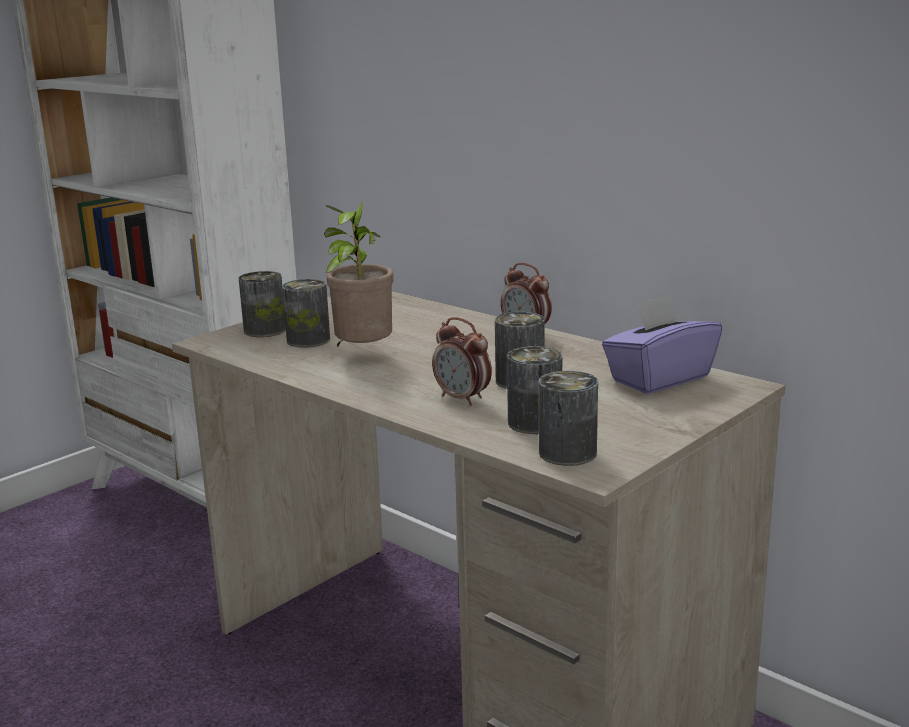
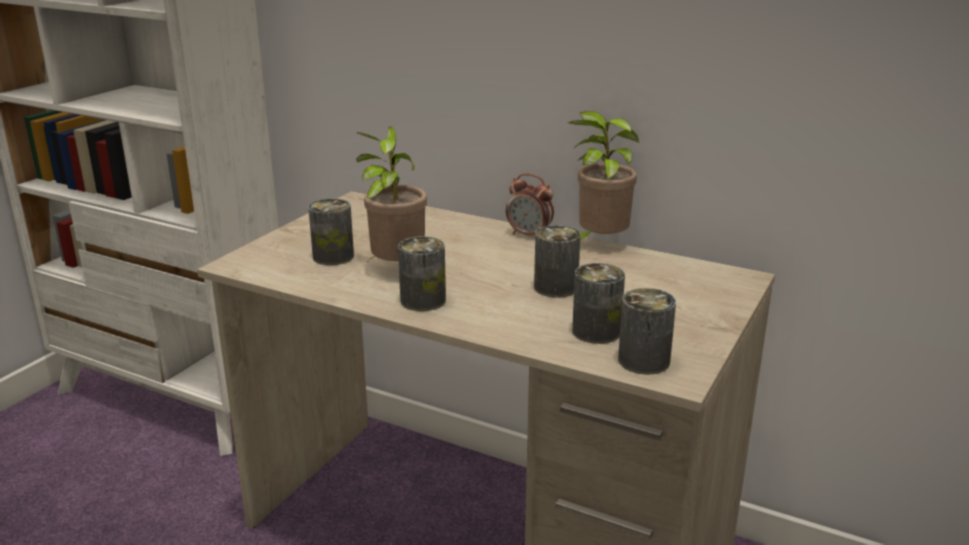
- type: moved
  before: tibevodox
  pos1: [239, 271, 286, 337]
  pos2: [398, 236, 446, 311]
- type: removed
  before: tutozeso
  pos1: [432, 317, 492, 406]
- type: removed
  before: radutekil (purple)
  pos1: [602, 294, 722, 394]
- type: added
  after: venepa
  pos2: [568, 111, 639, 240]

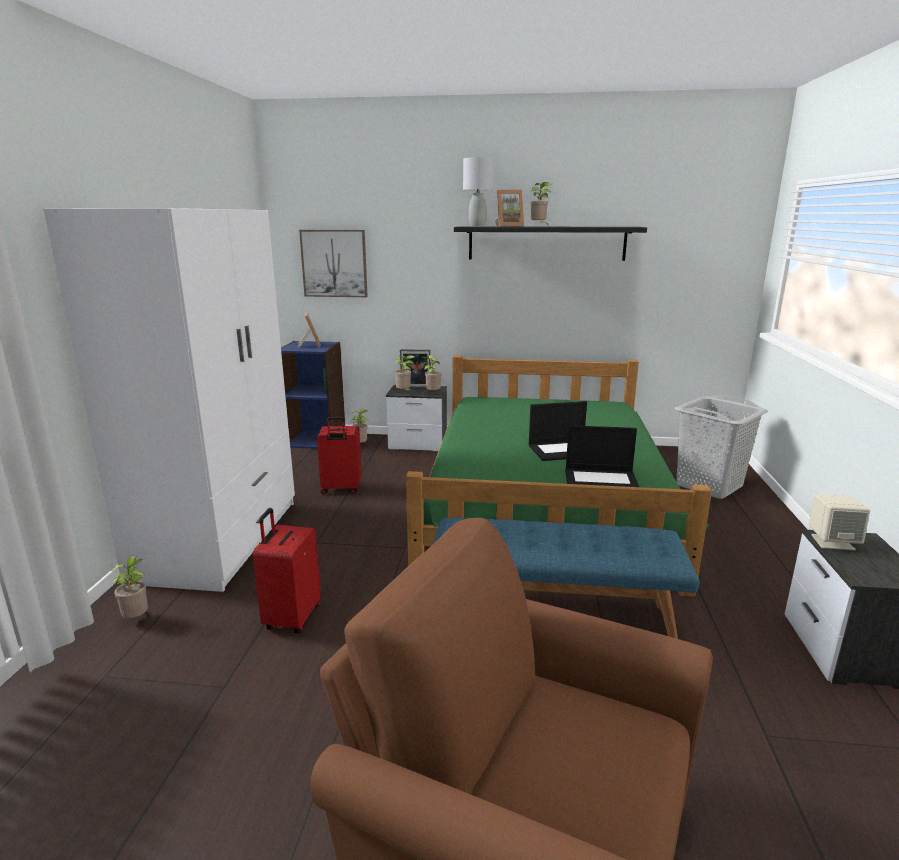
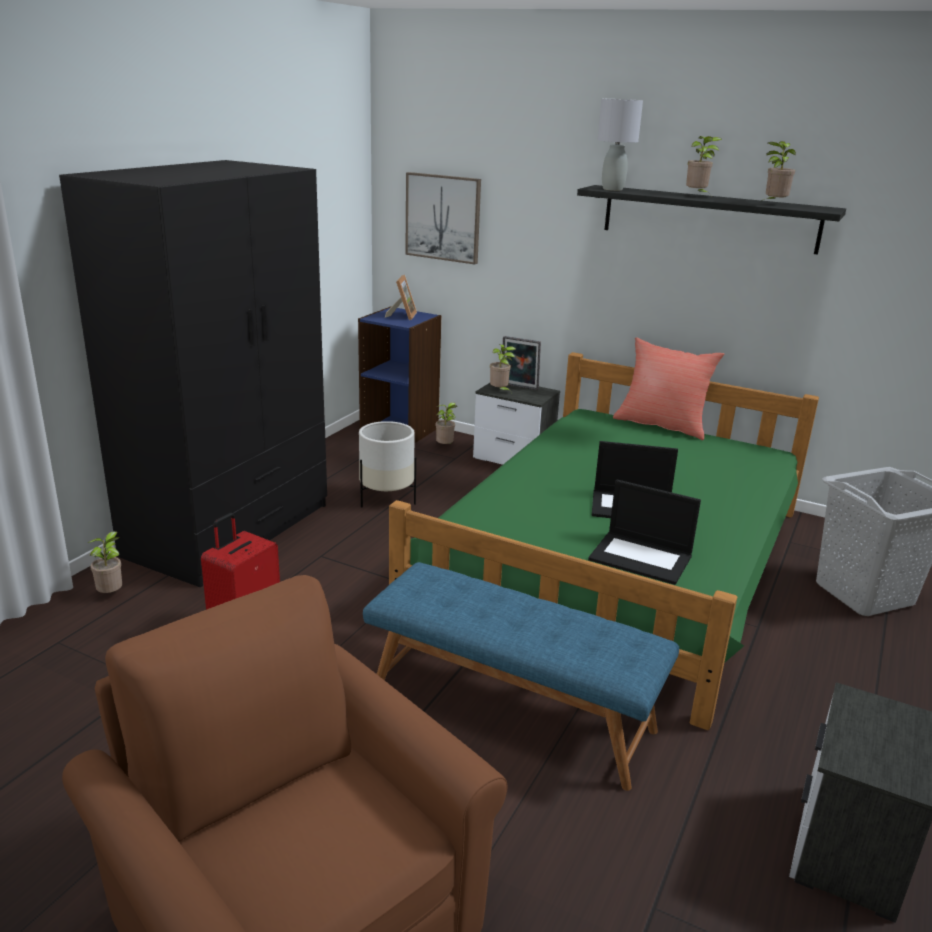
- type: recoloured
  before: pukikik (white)
  after: pukikik (black)
  pos1: [43, 208, 295, 592]
  pos2: [59, 160, 327, 587]
- type: replaced
  before: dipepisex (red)
  after: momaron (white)
  pos1: [317, 417, 362, 494]
  pos2: [359, 421, 416, 508]
- type: moved
  before: venepa
  pos1: [422, 355, 442, 391]
  pos2: [761, 141, 796, 201]
- type: removed
  before: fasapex
  pos1: [495, 190, 524, 227]
- type: removed
  before: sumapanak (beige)
  pos1: [809, 494, 870, 550]
- type: added
  after: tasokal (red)
  pos2: [613, 337, 724, 440]

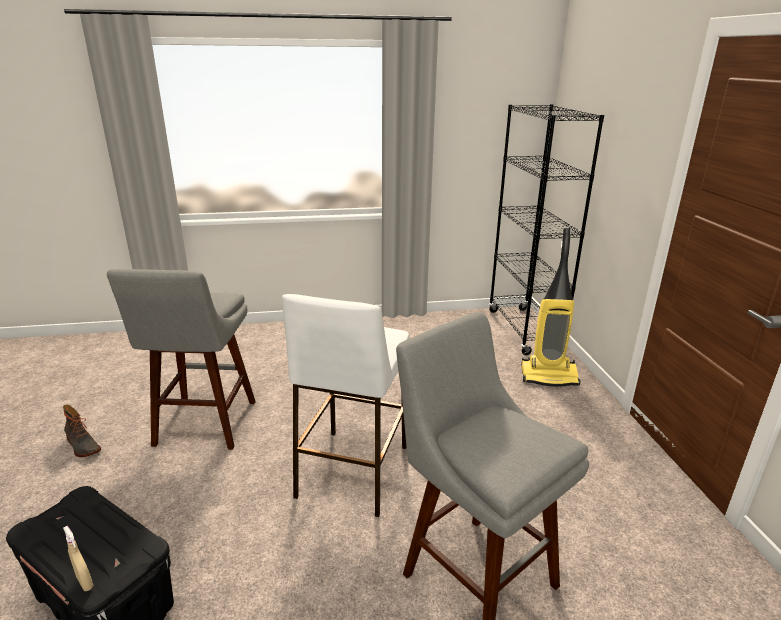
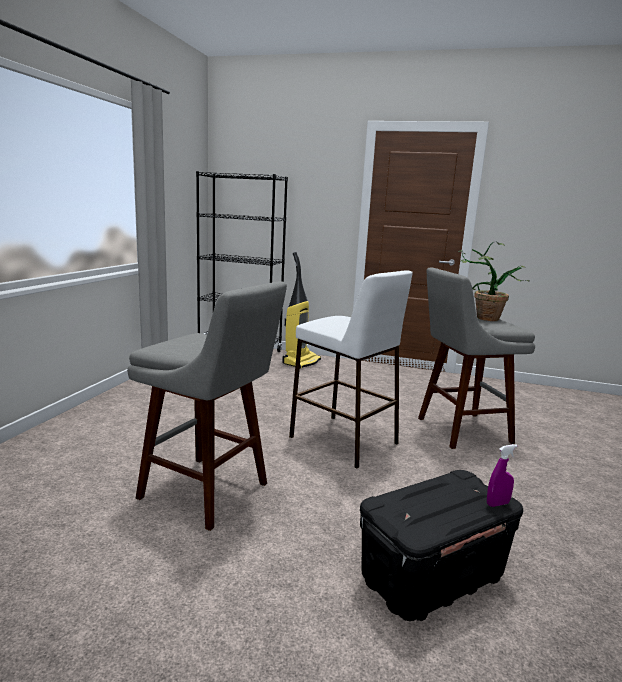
- type: removed
  before: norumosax
  pos1: [63, 405, 101, 457]
- type: recoloured
  before: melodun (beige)
  after: melodun (purple)
  pos1: [63, 526, 94, 591]
  pos2: [487, 444, 517, 507]
- type: added
  after: venepa
  pos2: [458, 242, 529, 321]

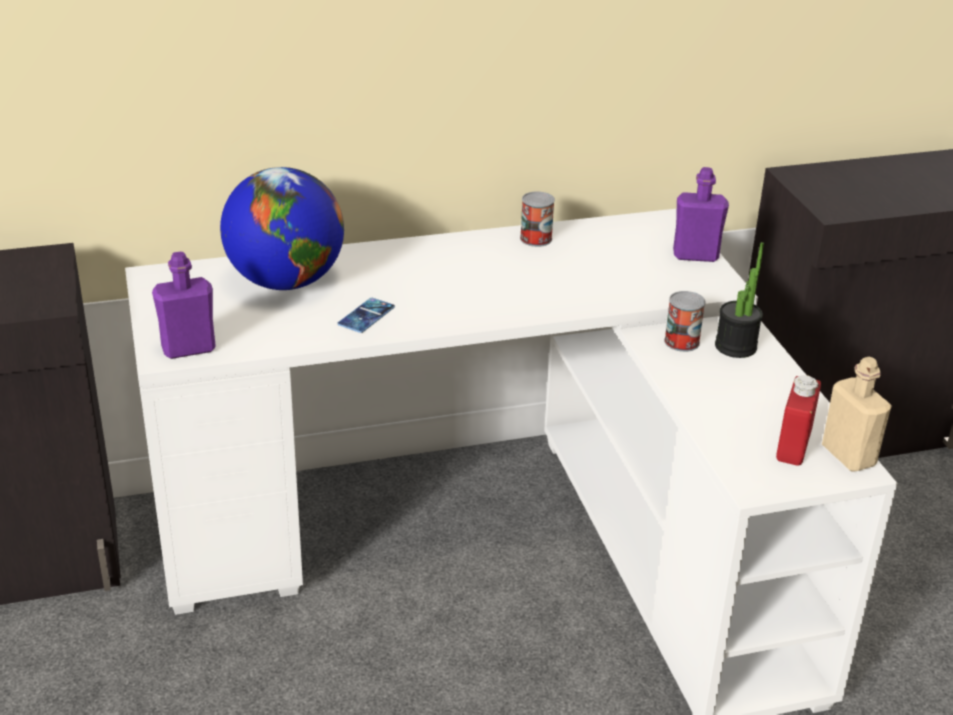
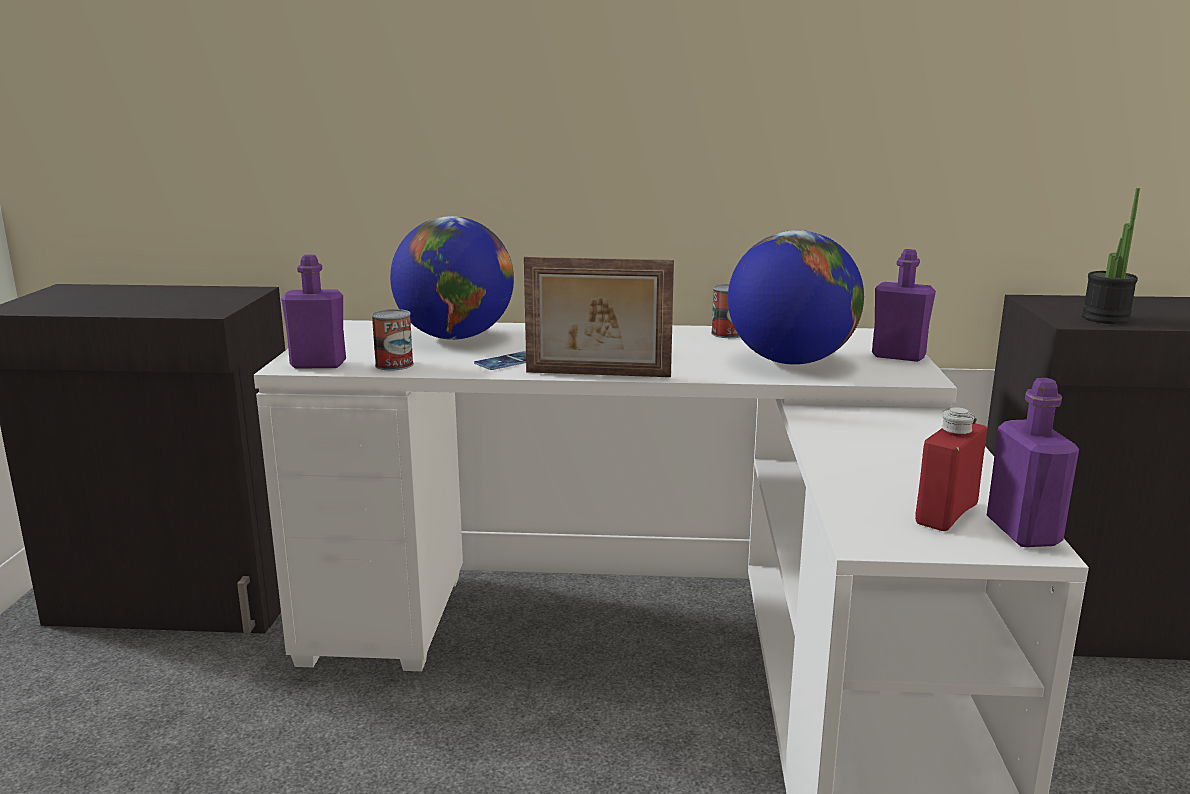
- type: moved
  before: tibevodox
  pos1: [664, 291, 705, 352]
  pos2: [371, 309, 414, 370]
- type: moved
  before: venepa
  pos1: [715, 242, 764, 358]
  pos2: [1082, 188, 1140, 324]
- type: recoloured
  before: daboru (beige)
  after: daboru (purple)
  pos1: [822, 357, 892, 472]
  pos2: [987, 378, 1079, 547]
- type: added
  after: fasapex
  pos2: [524, 257, 674, 377]
- type: added
  after: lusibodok
  pos2: [728, 230, 864, 365]

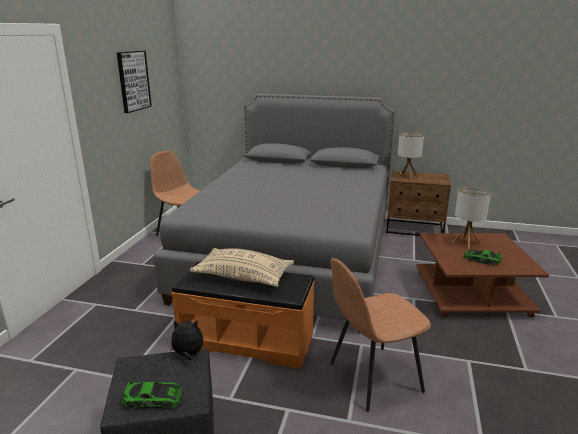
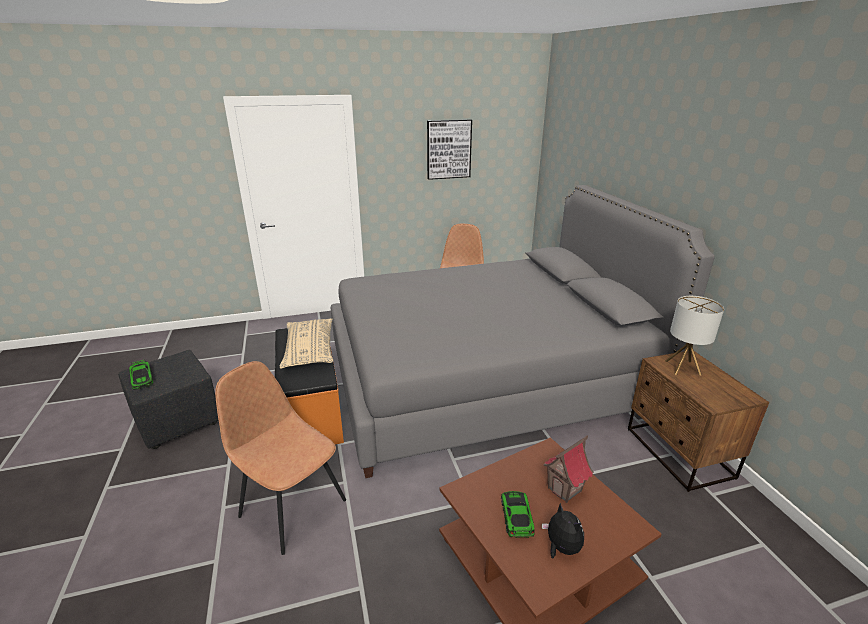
- type: moved
  before: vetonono
  pos1: [167, 320, 203, 360]
  pos2: [542, 503, 584, 559]
- type: replaced
  before: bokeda
  after: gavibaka
  pos1: [453, 187, 491, 249]
  pos2: [543, 435, 594, 503]

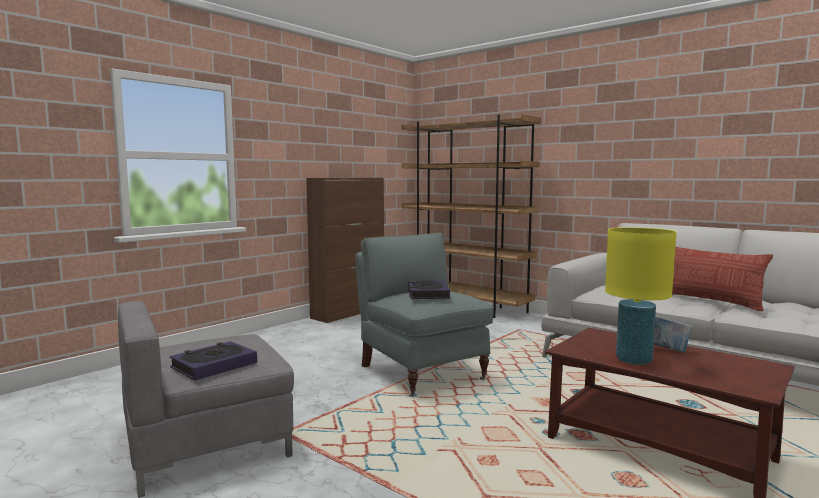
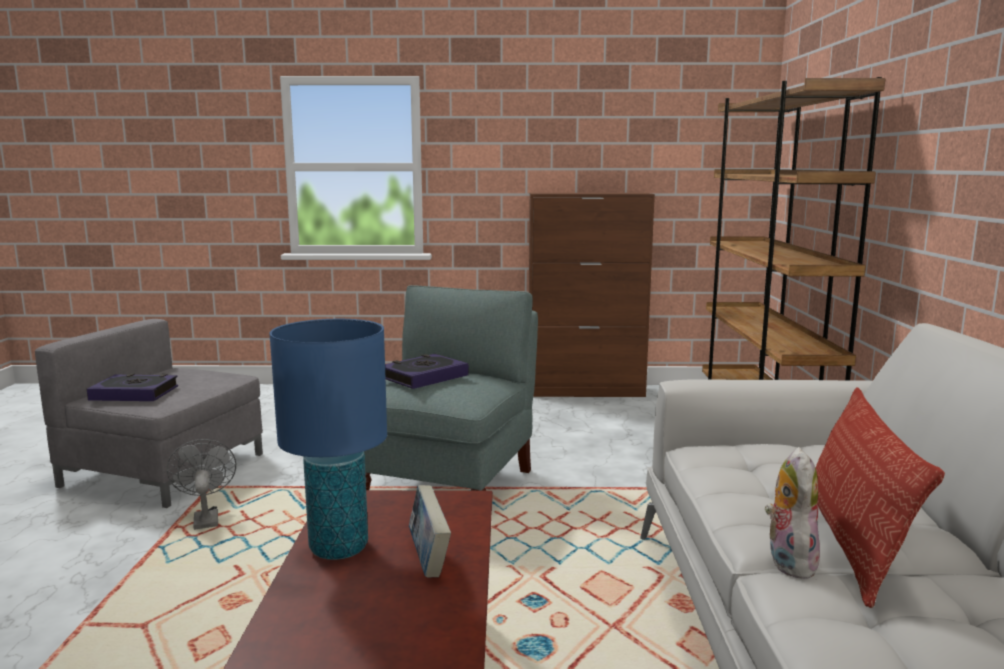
- type: recoloured
  before: bokeda (yellow)
  after: bokeda (blue)
  pos1: [605, 227, 677, 365]
  pos2: [270, 319, 387, 560]
- type: added
  after: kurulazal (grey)
  pos2: [167, 439, 236, 530]
- type: added
  after: vetonono
  pos2: [765, 447, 820, 579]

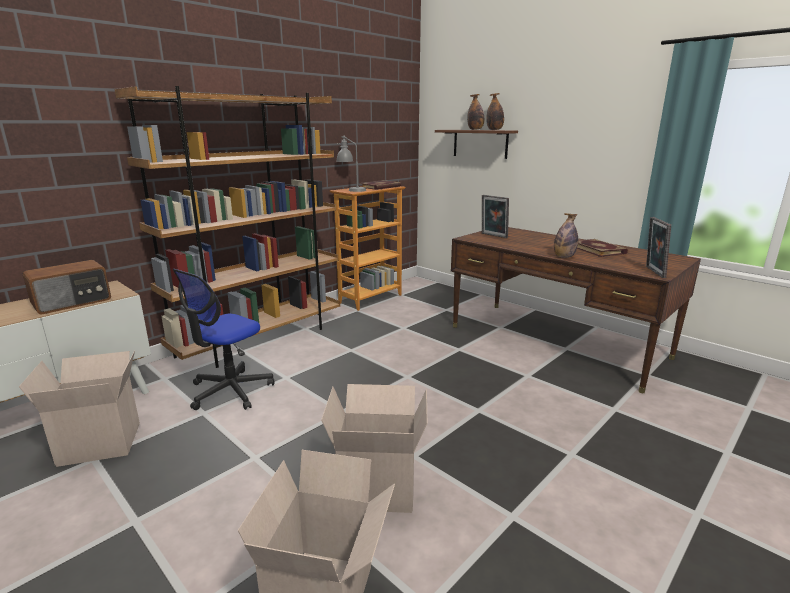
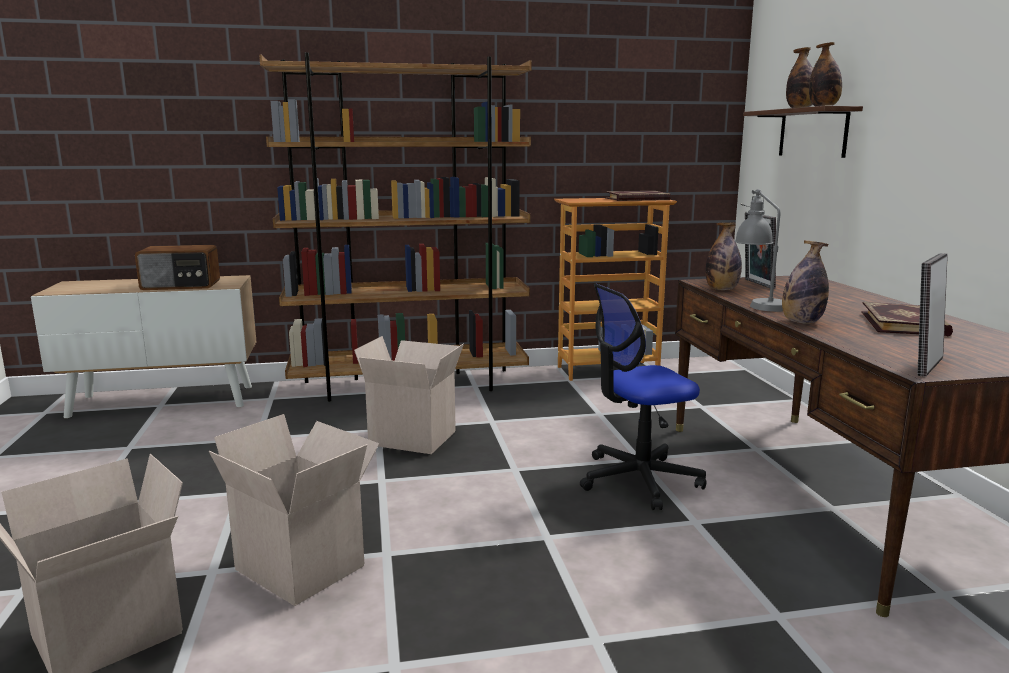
- type: moved
  before: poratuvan
  pos1: [19, 350, 140, 467]
  pos2: [354, 336, 464, 454]
- type: moved
  before: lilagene
  pos1: [172, 269, 274, 410]
  pos2: [580, 283, 706, 510]
- type: moved
  before: bokeda (grey)
  pos1: [337, 136, 366, 192]
  pos2: [735, 189, 783, 312]
- type: added
  after: daboru
  pos2: [705, 222, 742, 290]

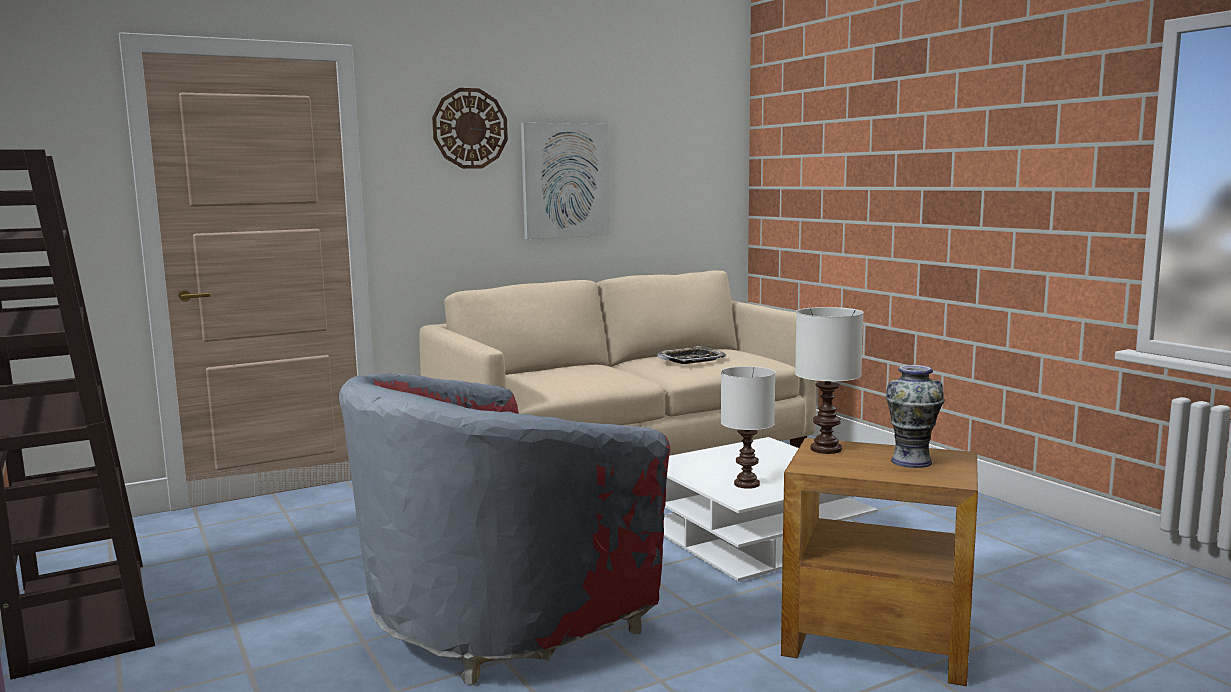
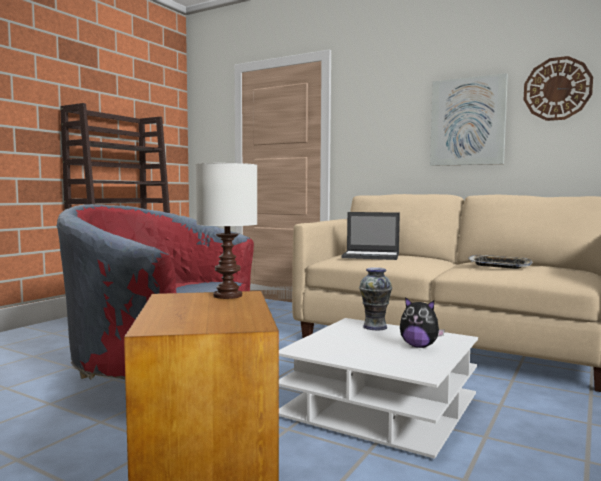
- type: moved
  before: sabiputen
  pos1: [432, 88, 508, 169]
  pos2: [524, 56, 593, 121]
- type: removed
  before: bokeda (white)
  pos1: [721, 366, 775, 489]
- type: moved
  before: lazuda
  pos1: [886, 365, 944, 468]
  pos2: [359, 267, 392, 330]
- type: added
  after: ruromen
  pos2: [341, 212, 400, 260]
- type: added
  after: vetonono
  pos2: [400, 297, 445, 348]

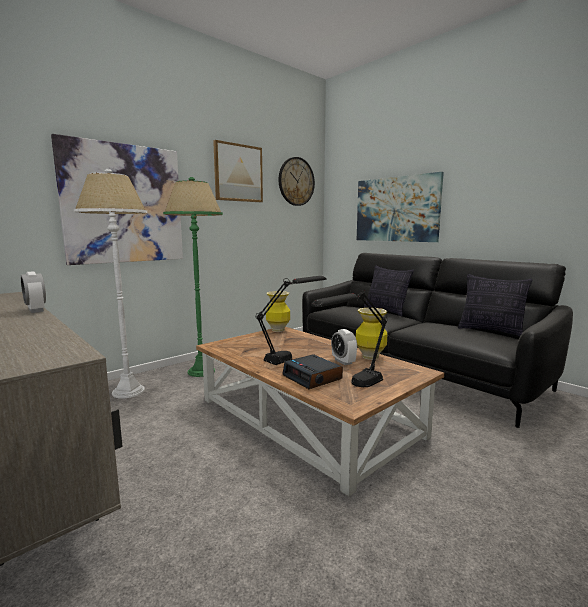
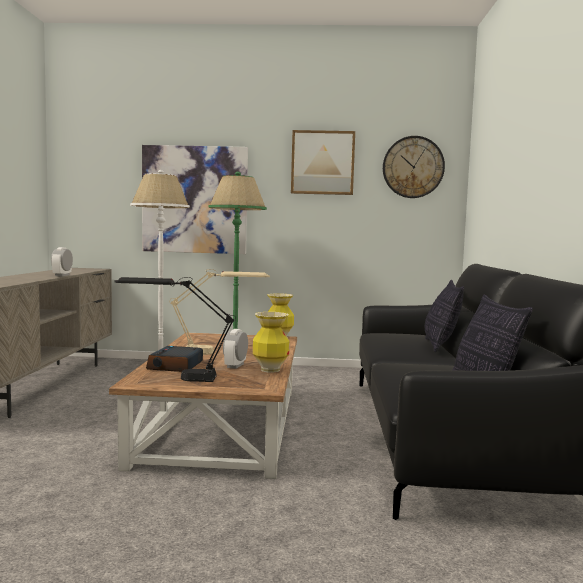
- type: recoloured
  before: bokeda (black)
  after: bokeda (beige)
  pos1: [256, 276, 327, 365]
  pos2: [171, 269, 270, 355]
- type: removed
  before: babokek
  pos1: [357, 172, 444, 242]

